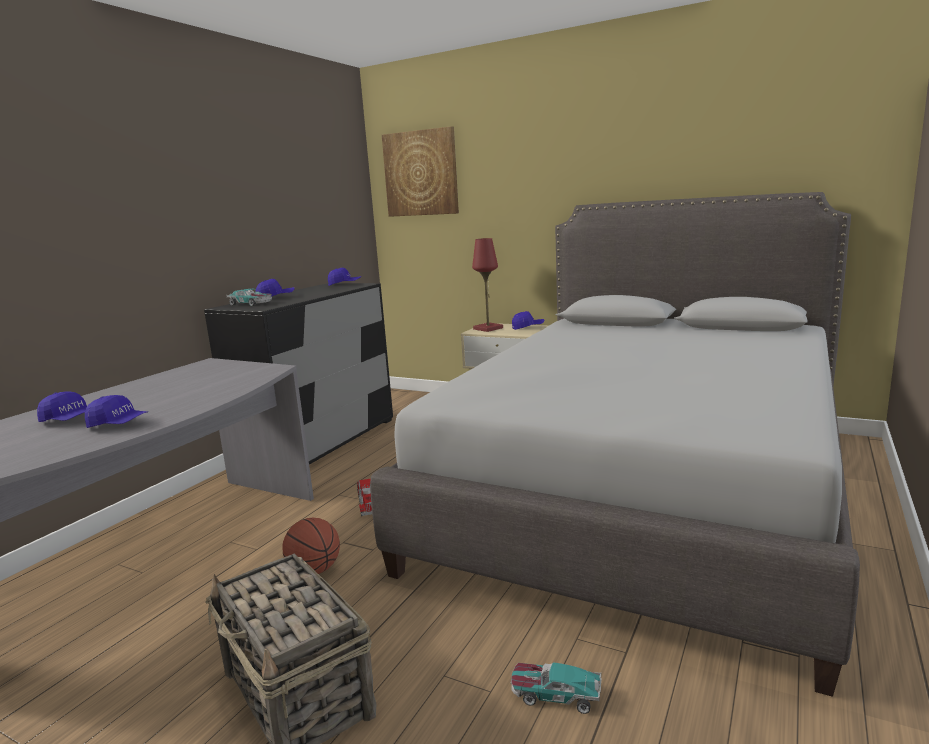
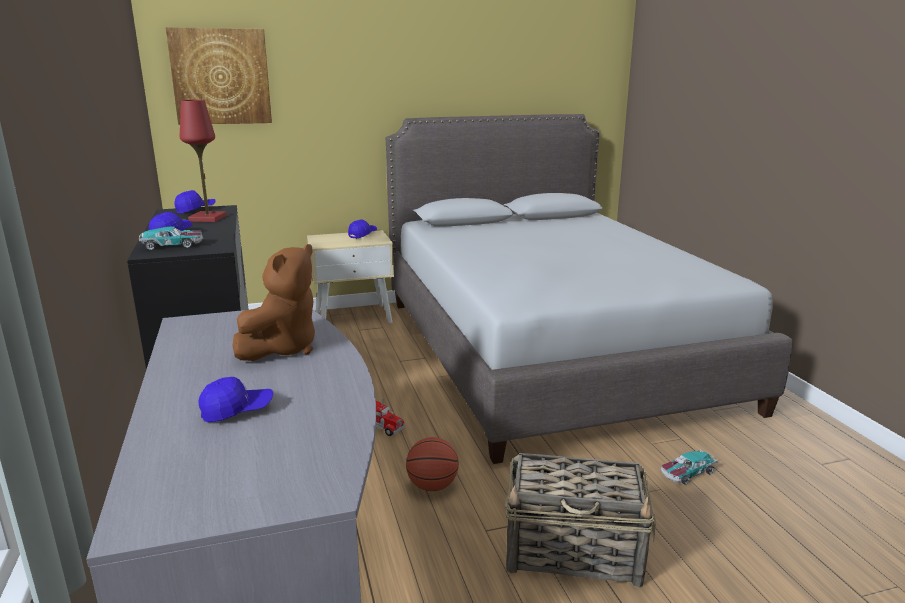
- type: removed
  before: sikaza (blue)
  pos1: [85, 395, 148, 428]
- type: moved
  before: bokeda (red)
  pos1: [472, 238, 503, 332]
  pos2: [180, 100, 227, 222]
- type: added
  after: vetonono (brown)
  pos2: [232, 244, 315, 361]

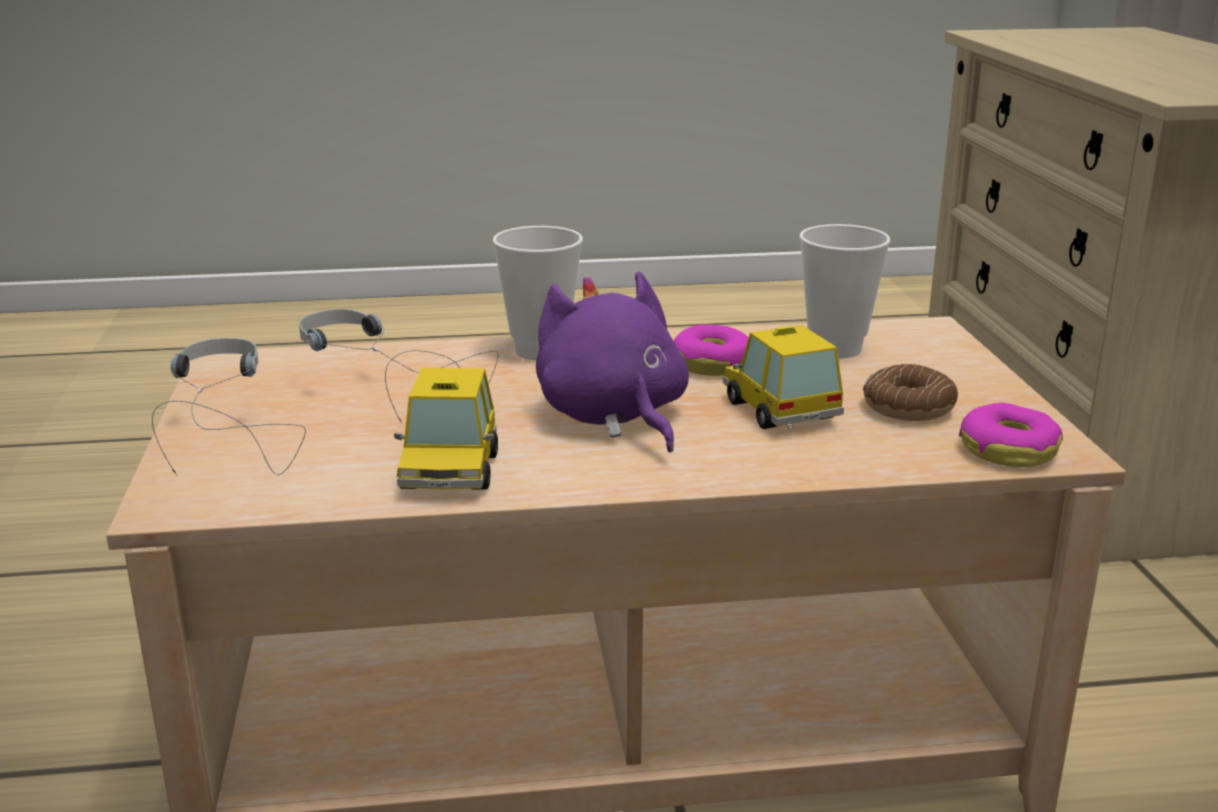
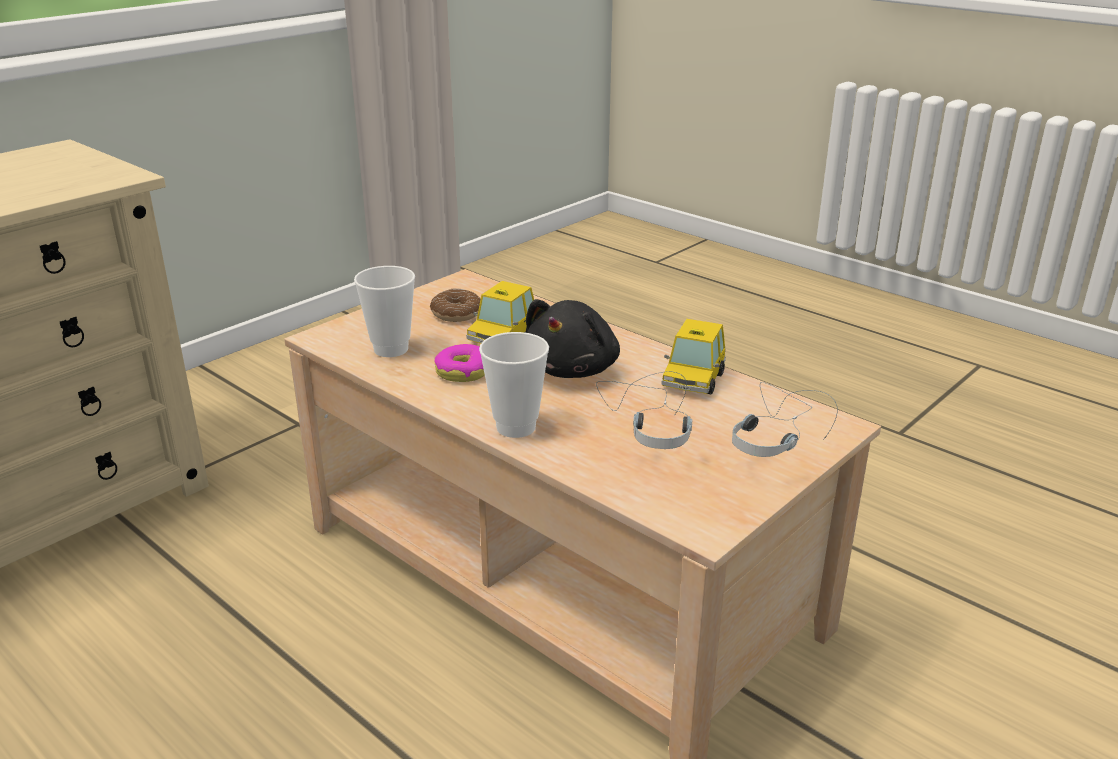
- type: turned
  before: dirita
  pos1: [394, 368, 498, 490]
  pos2: [661, 319, 726, 395]
  turn: 150
- type: recoloured
  before: vetonono (purple)
  after: vetonono (black)
  pos1: [536, 271, 689, 452]
  pos2: [526, 299, 620, 378]
- type: removed
  before: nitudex
  pos1: [959, 403, 1063, 467]

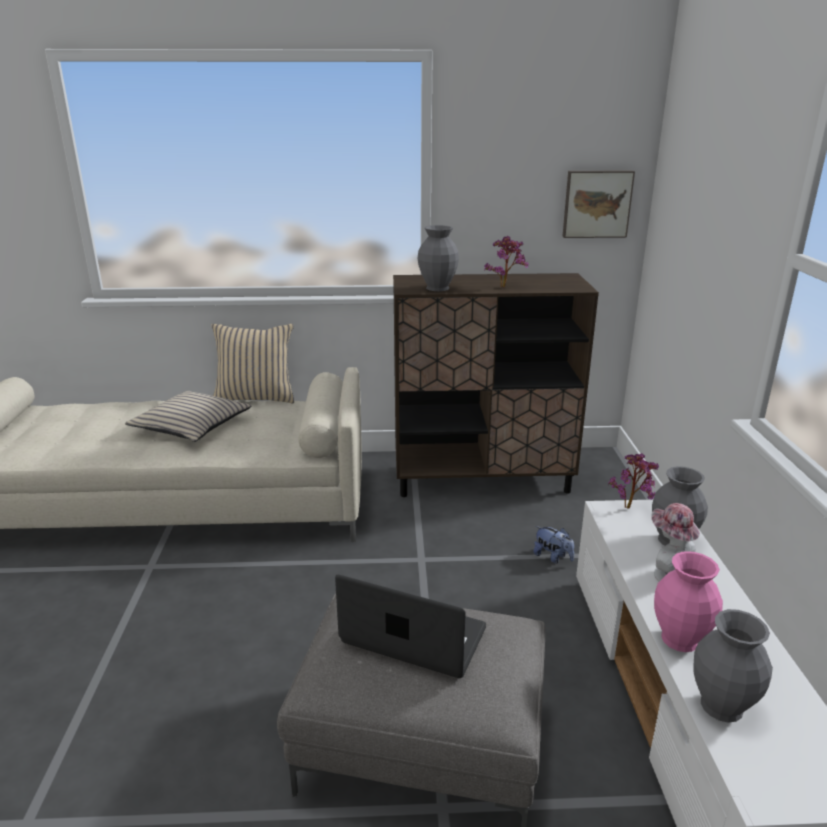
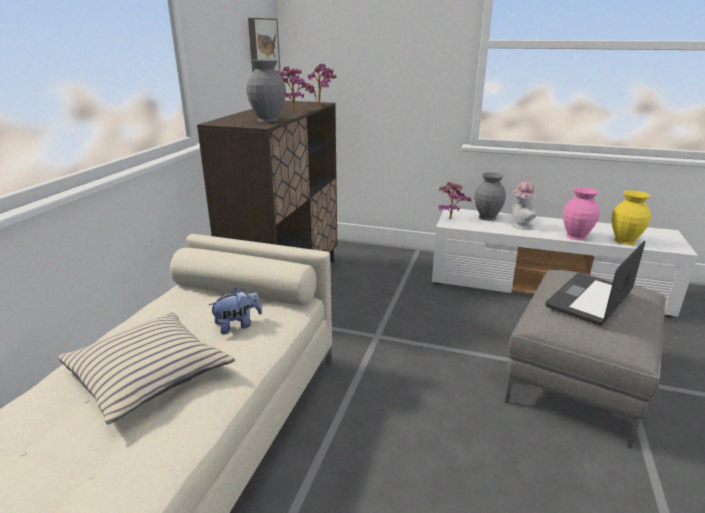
- type: removed
  before: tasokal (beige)
  pos1: [211, 324, 294, 403]
- type: moved
  before: vetonono
  pos1: [534, 526, 574, 563]
  pos2: [209, 288, 262, 335]
- type: recoloured
  before: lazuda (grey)
  after: lazuda (yellow)
  pos1: [693, 609, 773, 723]
  pos2: [612, 190, 651, 245]
- type: added
  after: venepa
  pos2: [305, 64, 337, 105]

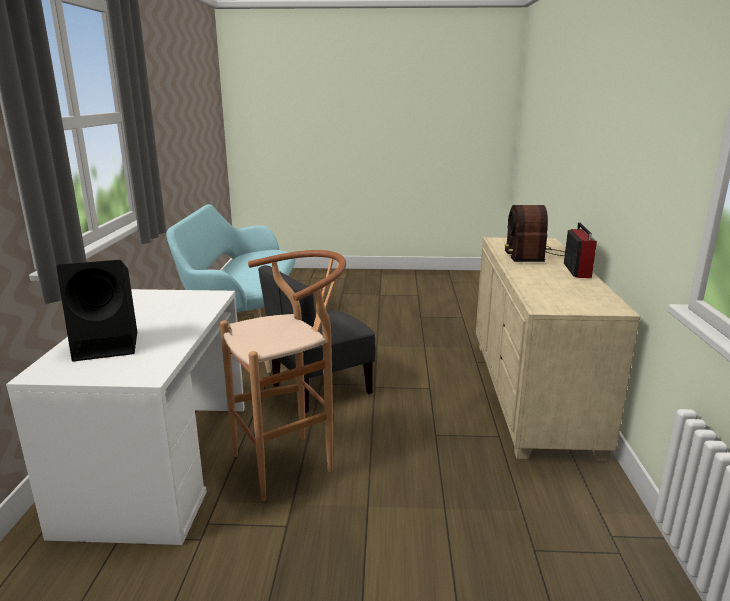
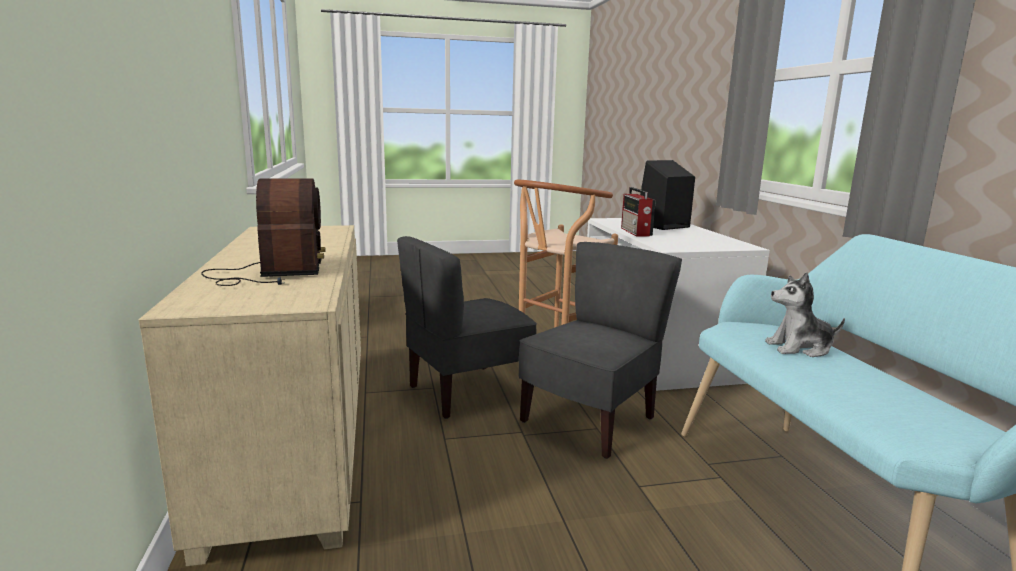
- type: moved
  before: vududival
  pos1: [564, 223, 597, 278]
  pos2: [621, 187, 656, 237]
- type: added
  after: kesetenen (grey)
  pos2: [397, 236, 537, 419]
- type: added
  after: vetonono
  pos2: [765, 272, 845, 357]

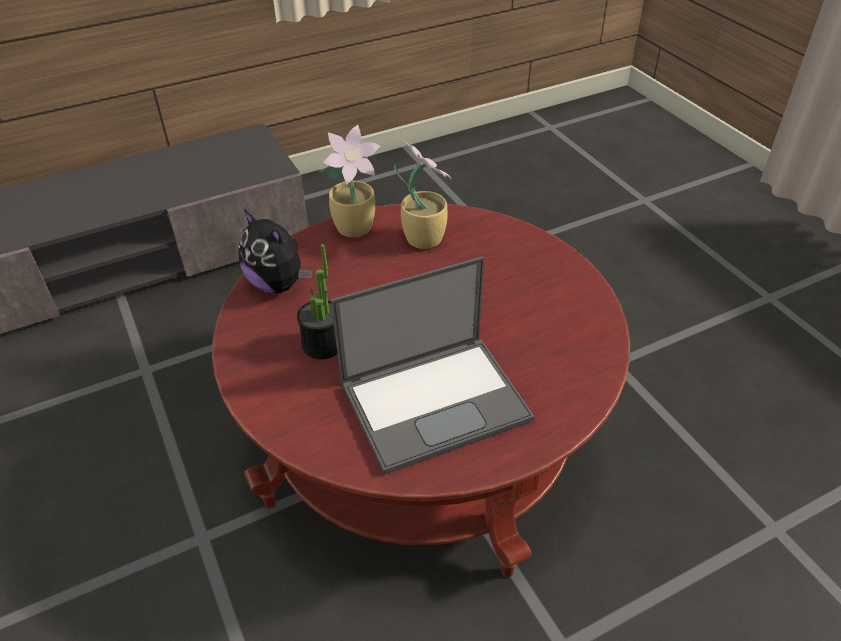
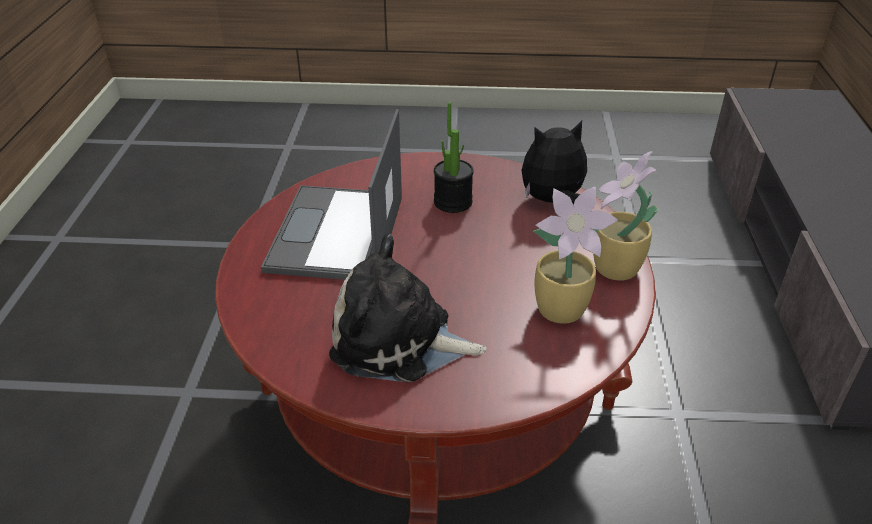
- type: added
  after: vetonono
  pos2: [329, 234, 487, 383]

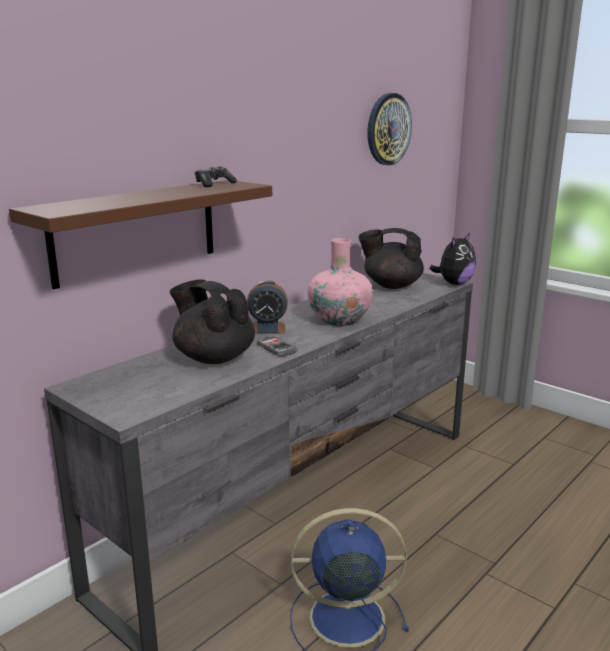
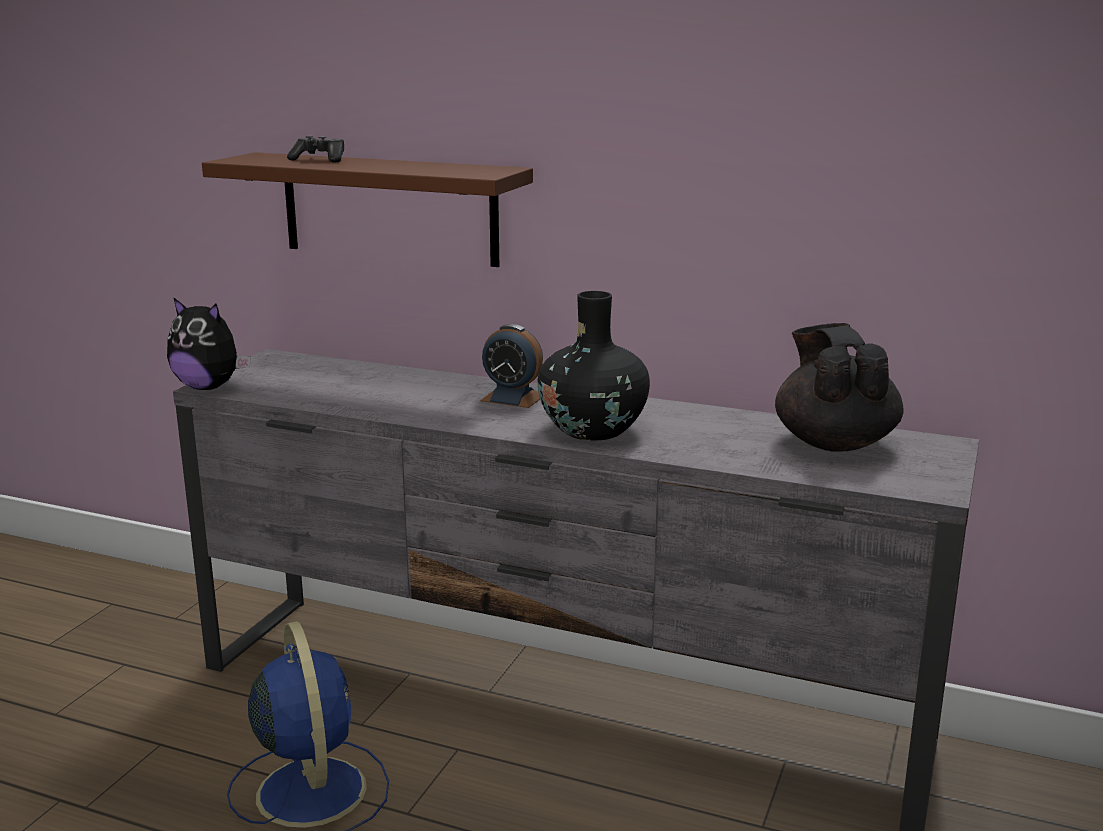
- type: removed
  before: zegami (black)
  pos1: [170, 279, 255, 364]
- type: moved
  before: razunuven
  pos1: [195, 166, 237, 187]
  pos2: [287, 135, 344, 163]
- type: turned
  before: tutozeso
  pos1: [247, 280, 288, 334]
  pos2: [480, 324, 543, 408]
  turn: -45
- type: removed
  before: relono
  pos1: [257, 336, 297, 356]
- type: recoloured
  before: lazuda (pink)
  after: lazuda (black)
  pos1: [307, 238, 373, 326]
  pos2: [538, 291, 650, 441]
- type: removed
  before: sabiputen
  pos1: [367, 93, 412, 165]
- type: moved
  before: vetonono
  pos1: [429, 233, 476, 285]
  pos2: [167, 297, 250, 390]

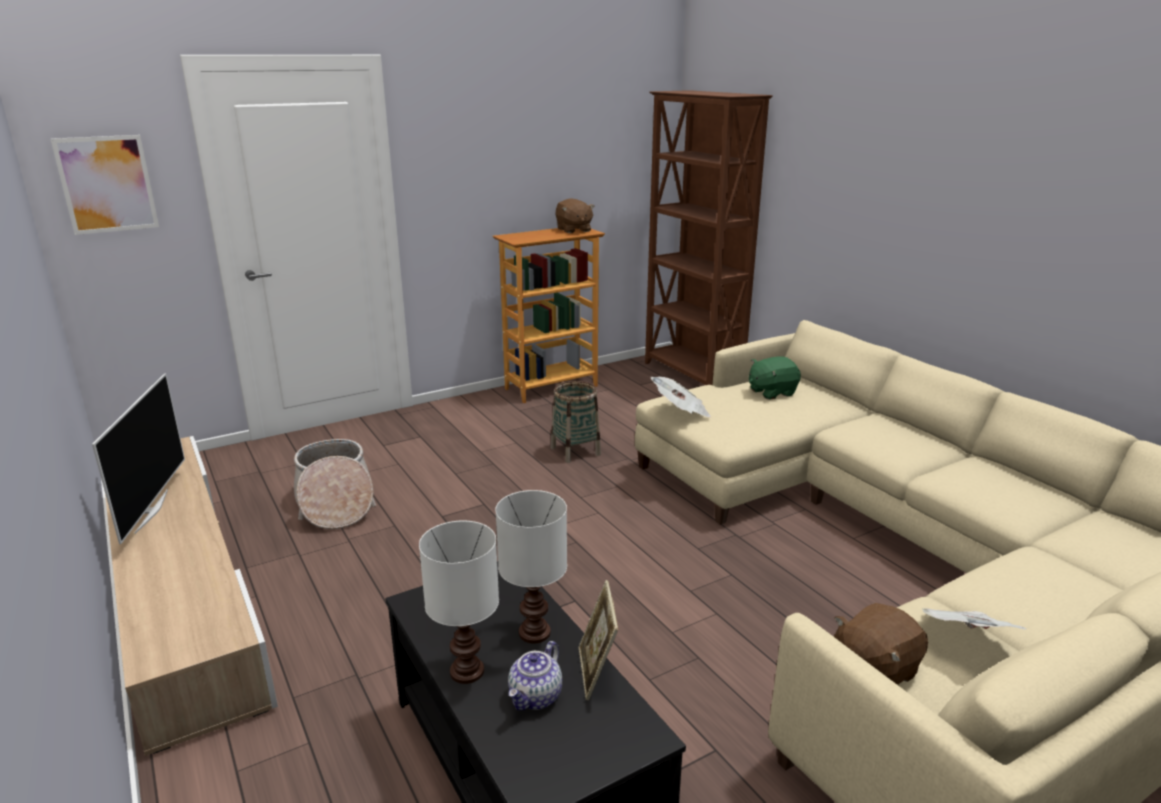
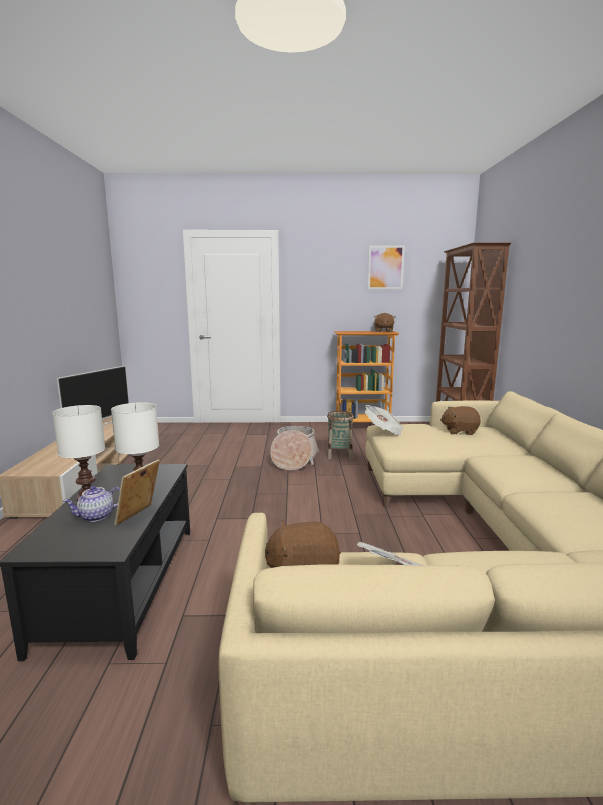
- type: moved
  before: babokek
  pos1: [51, 135, 159, 235]
  pos2: [368, 245, 405, 289]
- type: moved
  before: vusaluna
  pos1: [294, 439, 376, 529]
  pos2: [270, 426, 319, 471]
- type: recoloured
  before: vetonono (green)
  after: vetonono (brown)
  pos1: [749, 356, 801, 400]
  pos2: [440, 406, 481, 435]

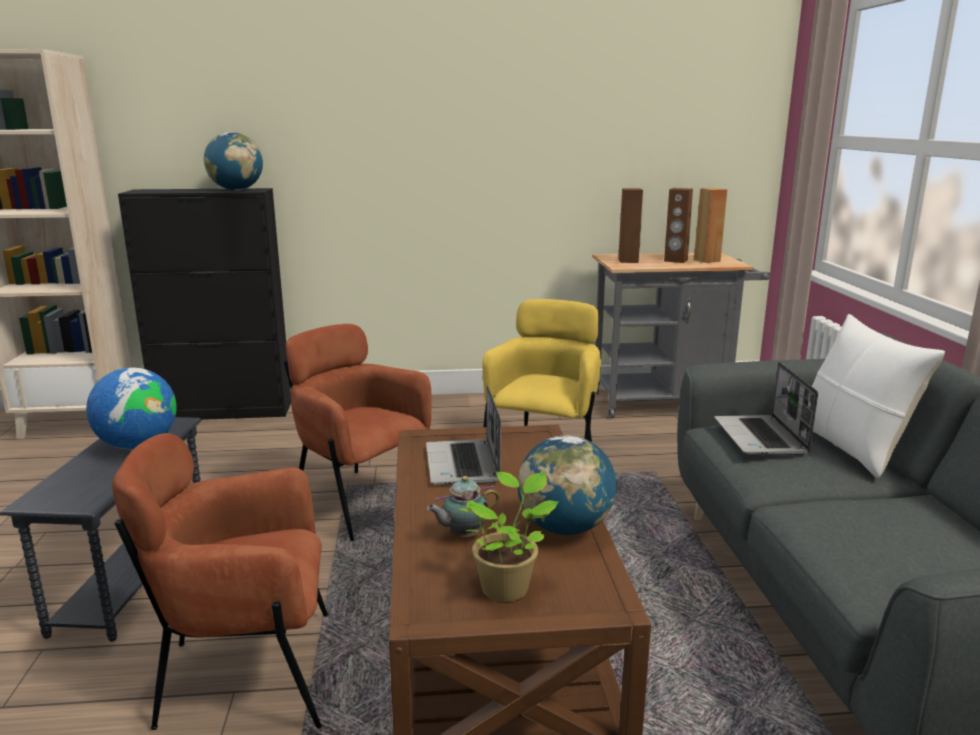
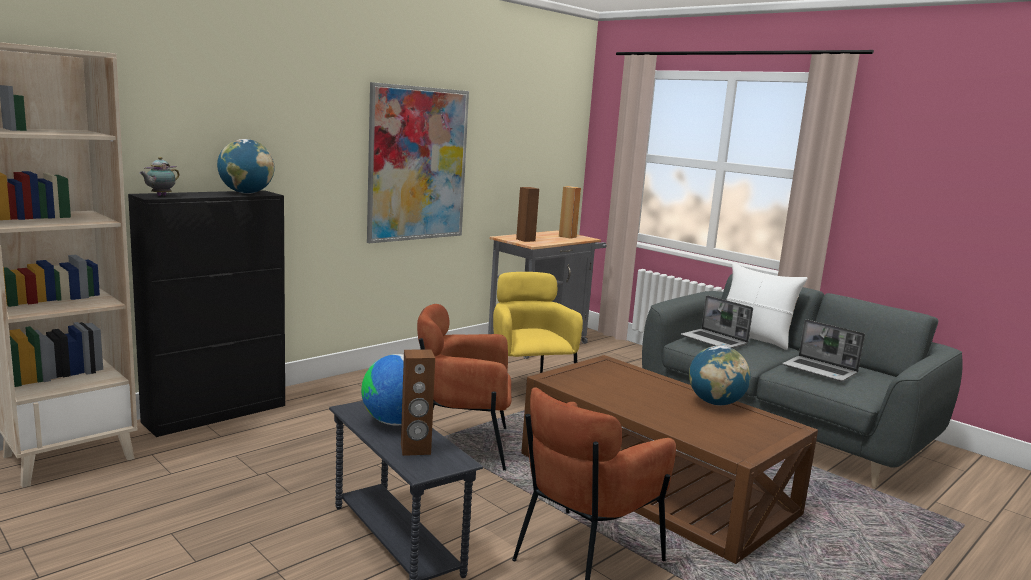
- type: moved
  before: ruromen
  pos1: [426, 384, 501, 485]
  pos2: [782, 319, 865, 382]
- type: moved
  before: zegami
  pos1: [427, 476, 499, 537]
  pos2: [139, 157, 179, 196]
- type: removed
  before: venepa
  pos1: [458, 472, 559, 602]
- type: moved
  before: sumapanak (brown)
  pos1: [664, 188, 693, 263]
  pos2: [401, 350, 435, 456]
- type: added
  after: babokek
  pos2: [367, 82, 469, 243]

